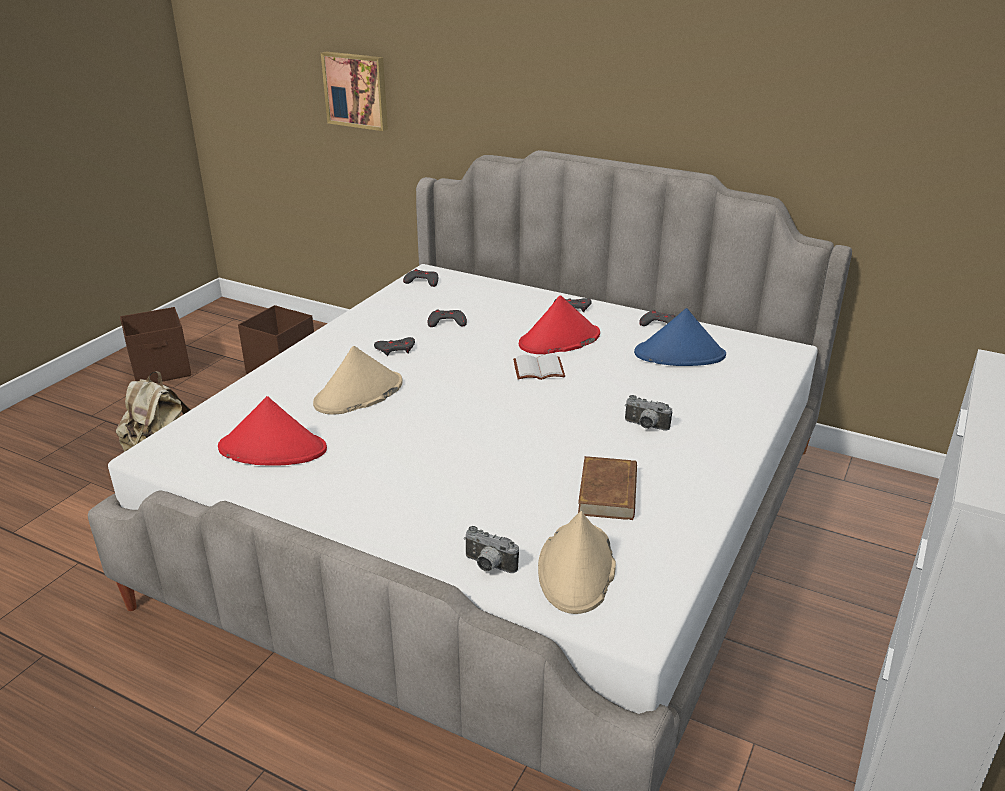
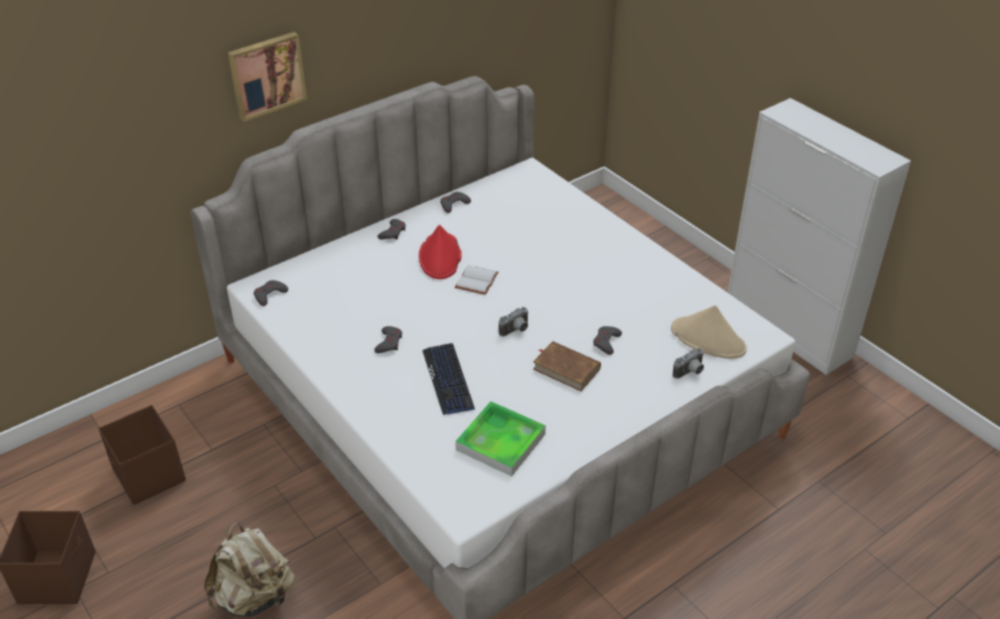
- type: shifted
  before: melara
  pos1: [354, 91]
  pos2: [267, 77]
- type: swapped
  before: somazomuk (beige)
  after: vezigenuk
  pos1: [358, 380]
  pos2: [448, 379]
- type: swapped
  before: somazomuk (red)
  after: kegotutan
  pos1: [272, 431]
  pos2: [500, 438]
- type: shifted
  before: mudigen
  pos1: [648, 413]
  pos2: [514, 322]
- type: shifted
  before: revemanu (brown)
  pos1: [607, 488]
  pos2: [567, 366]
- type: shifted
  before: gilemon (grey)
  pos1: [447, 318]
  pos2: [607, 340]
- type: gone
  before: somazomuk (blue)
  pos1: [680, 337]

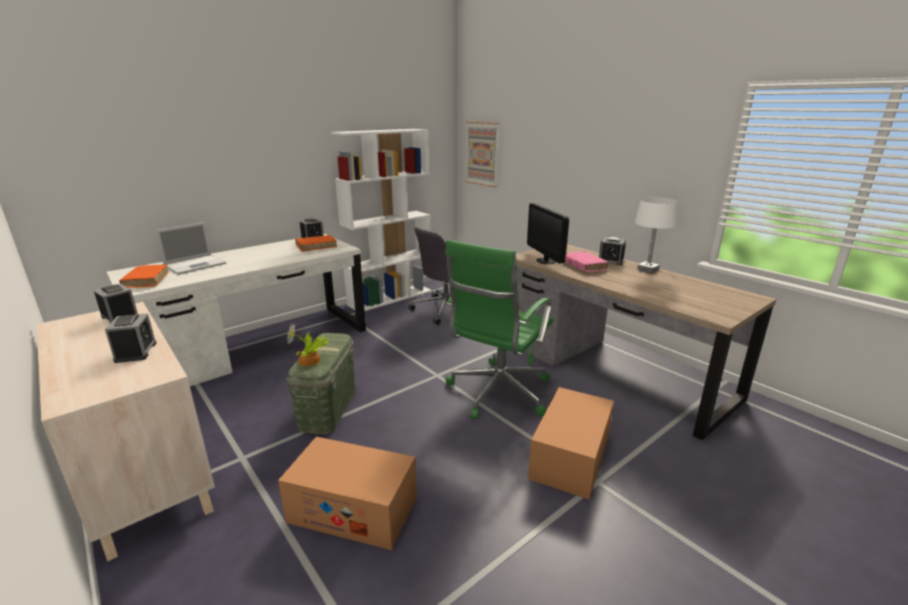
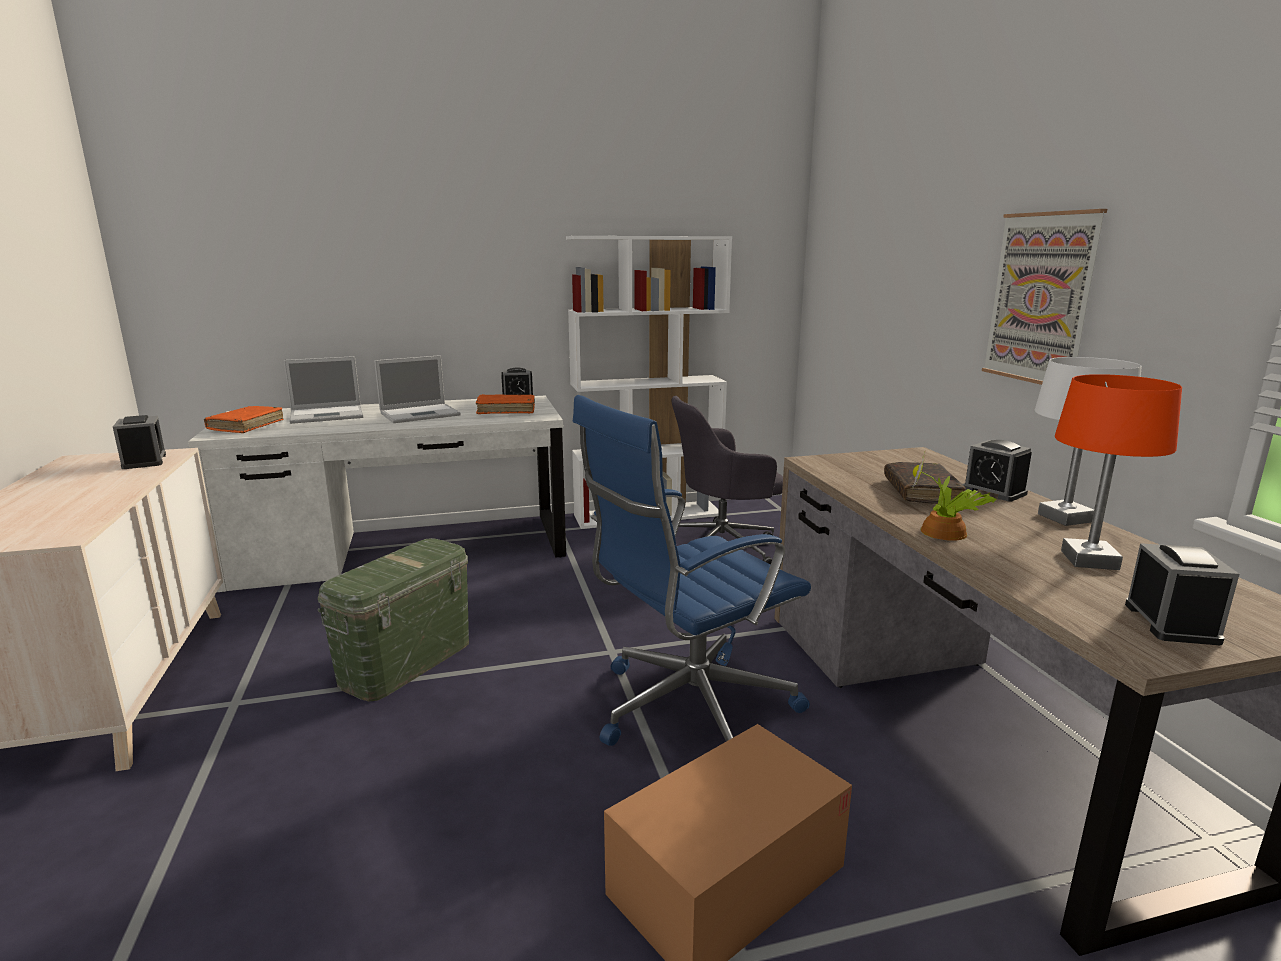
- type: new
  after: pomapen
  pos2: [417, 389]
- type: repainted
  before: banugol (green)
  after: banugol (blue)
  pos1: [499, 329]
  pos2: [692, 570]
- type: repainted
  before: revemanu (pink)
  after: revemanu (brown)
  pos1: [586, 261]
  pos2: [925, 483]
- type: shifted
  before: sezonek
  pos1: [308, 344]
  pos2: [954, 497]
- type: shifted
  before: melara
  pos1: [482, 154]
  pos2: [1044, 297]
- type: new
  after: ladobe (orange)
  pos2: [1118, 472]
- type: shifted
  before: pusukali
  pos1: [130, 338]
  pos2: [1182, 594]
- type: gone
  before: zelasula
  pos1: [347, 493]
- type: gone
  before: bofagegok
  pos1: [548, 233]

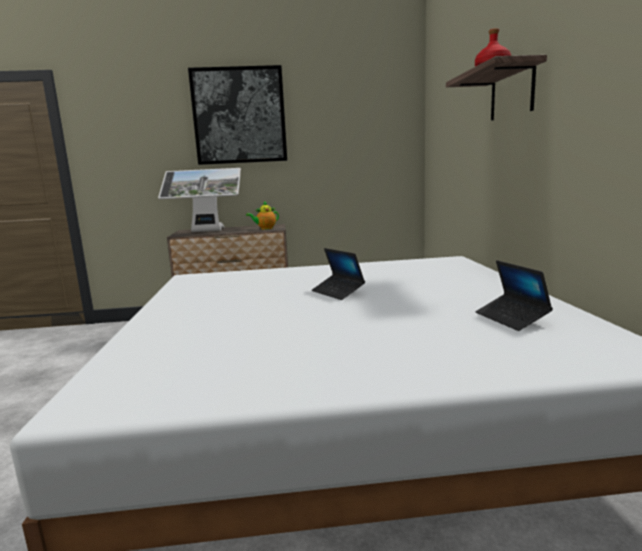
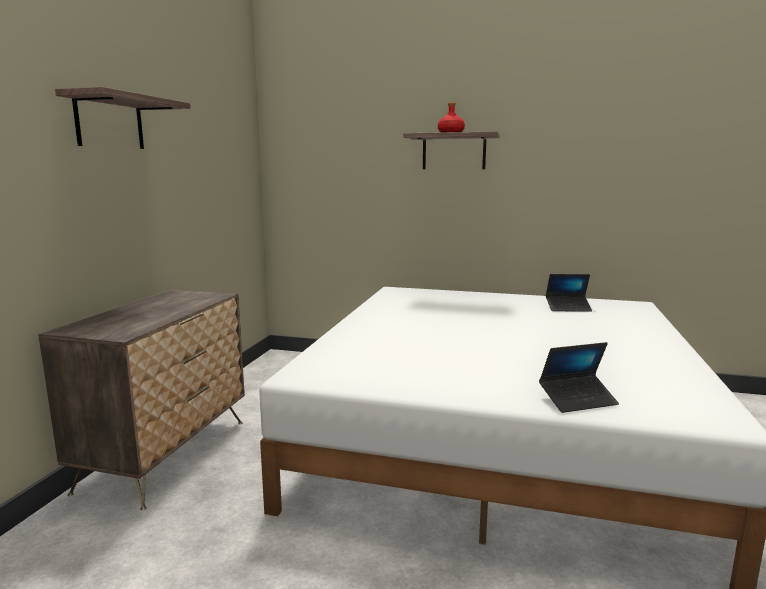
- type: swapped
  before: melara
  after: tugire
  pos1: [237, 115]
  pos2: [123, 118]
- type: shifted
  before: pomapen
  pos1: [338, 274]
  pos2: [579, 377]
- type: gone
  before: bofagegok
  pos1: [199, 200]
- type: gone
  before: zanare
  pos1: [262, 215]

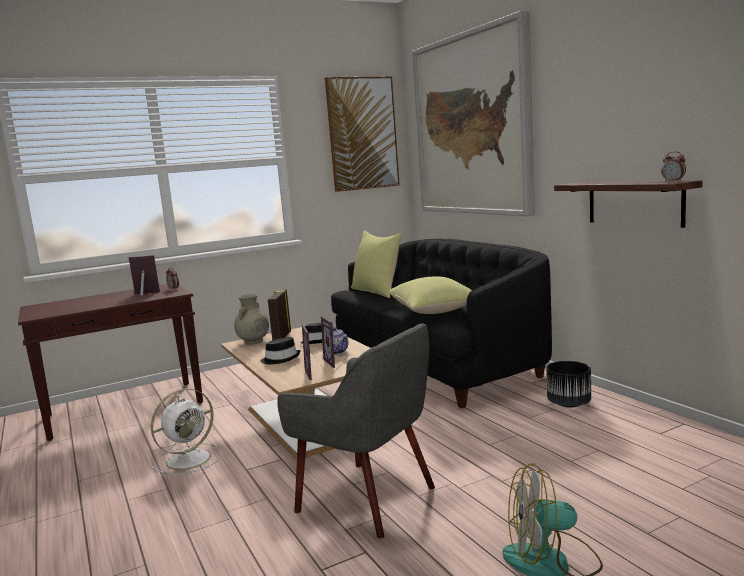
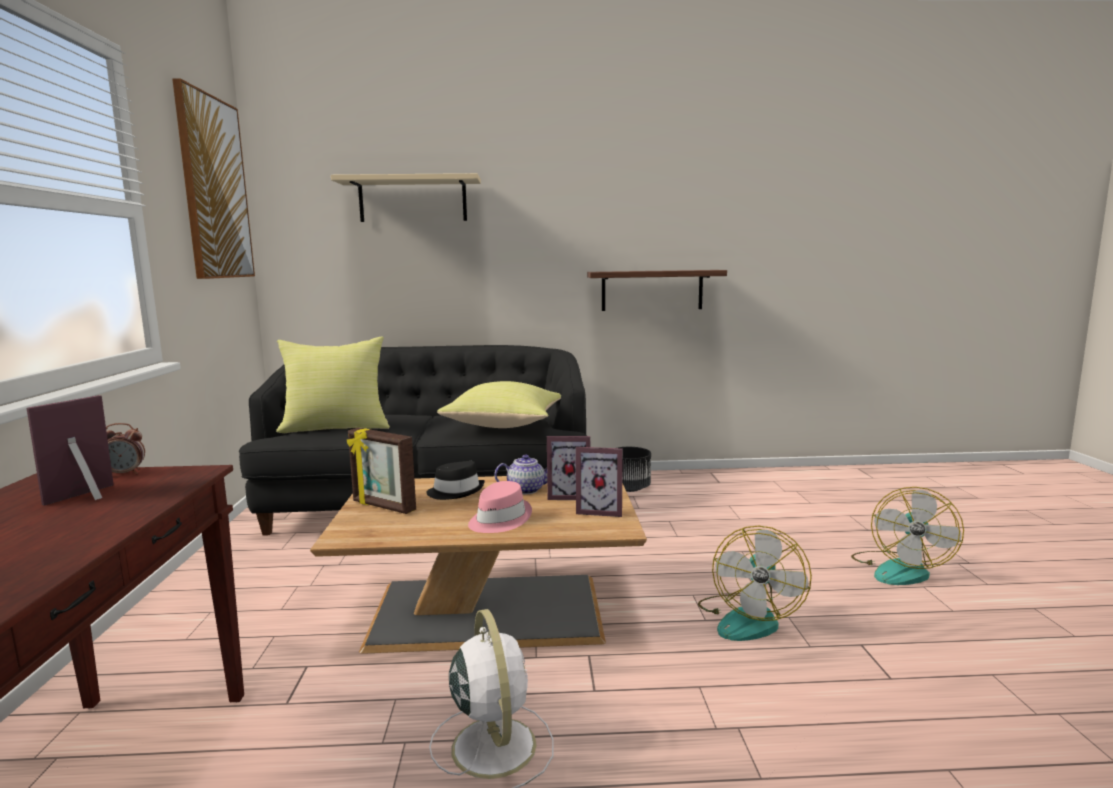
- type: swapped
  before: melara
  after: tugire (beige)
  pos1: [473, 113]
  pos2: [406, 197]
- type: repainted
  before: somazomuk (black)
  after: somazomuk (pink)
  pos1: [280, 351]
  pos2: [500, 507]
- type: swapped
  before: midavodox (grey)
  after: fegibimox
  pos1: [356, 430]
  pos2: [755, 583]
- type: gone
  before: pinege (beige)
  pos1: [251, 319]
- type: gone
  before: pusukali
  pos1: [673, 167]

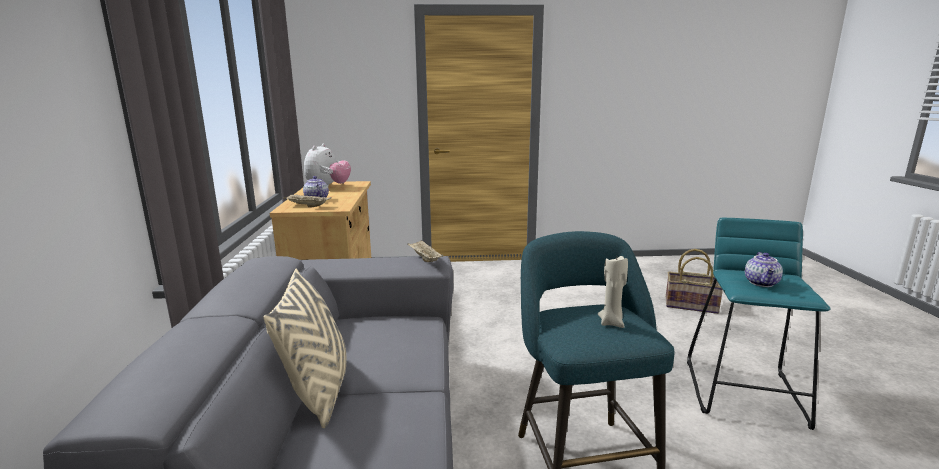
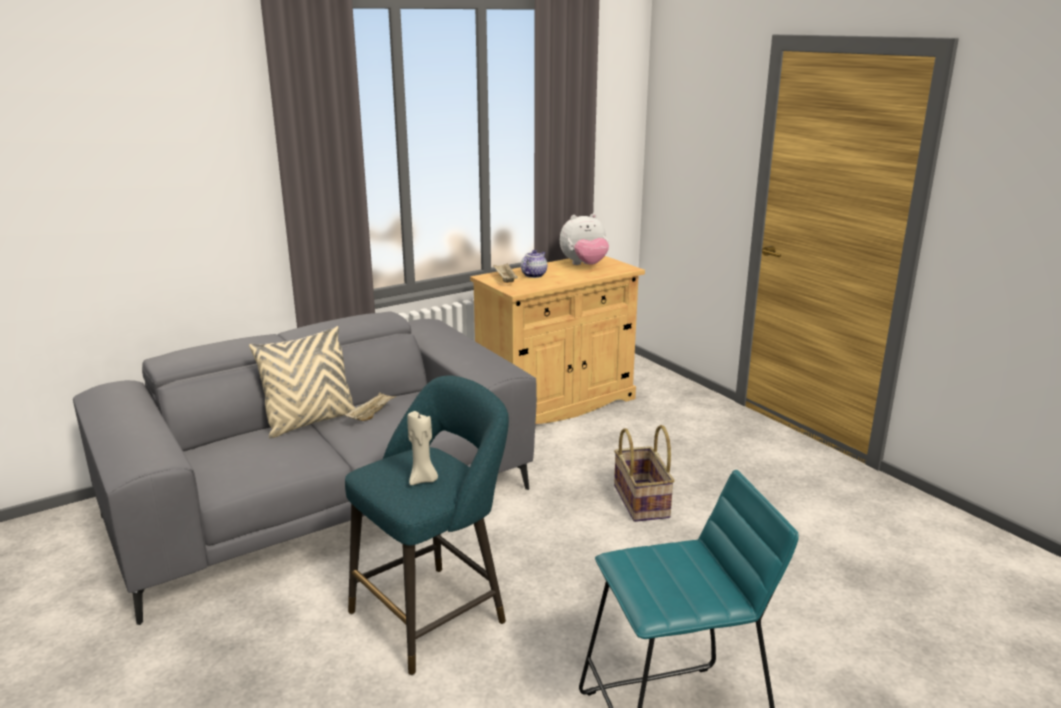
- type: shifted
  before: kegotutan (beige)
  pos1: [425, 251]
  pos2: [370, 406]
- type: shifted
  before: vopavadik
  pos1: [694, 281]
  pos2: [644, 473]
- type: gone
  before: zanare
  pos1: [764, 269]

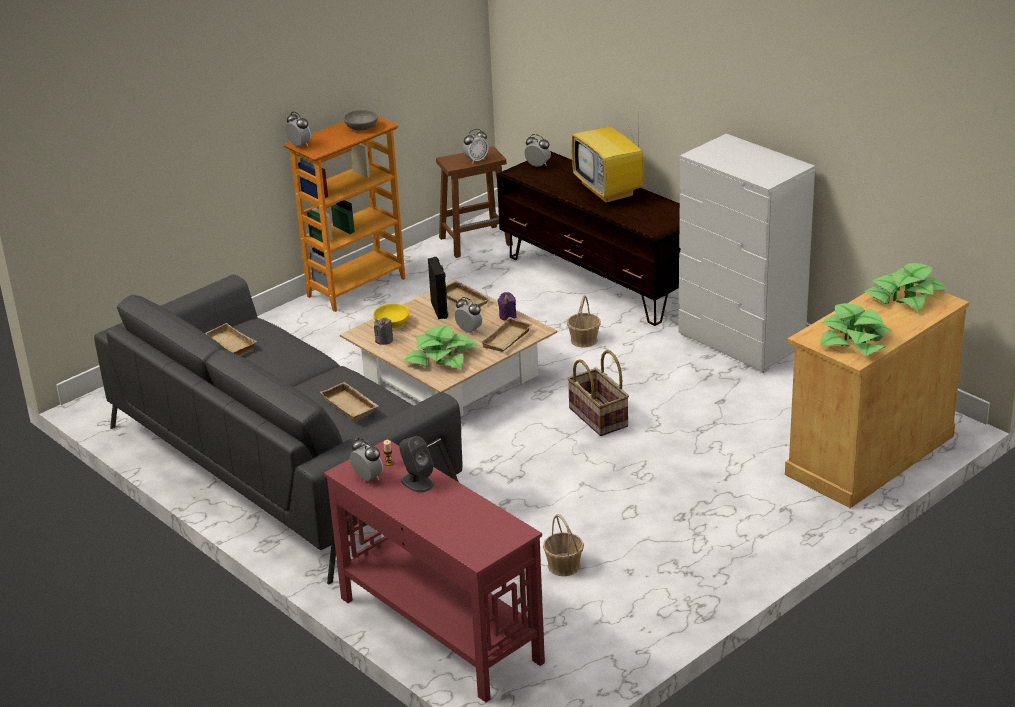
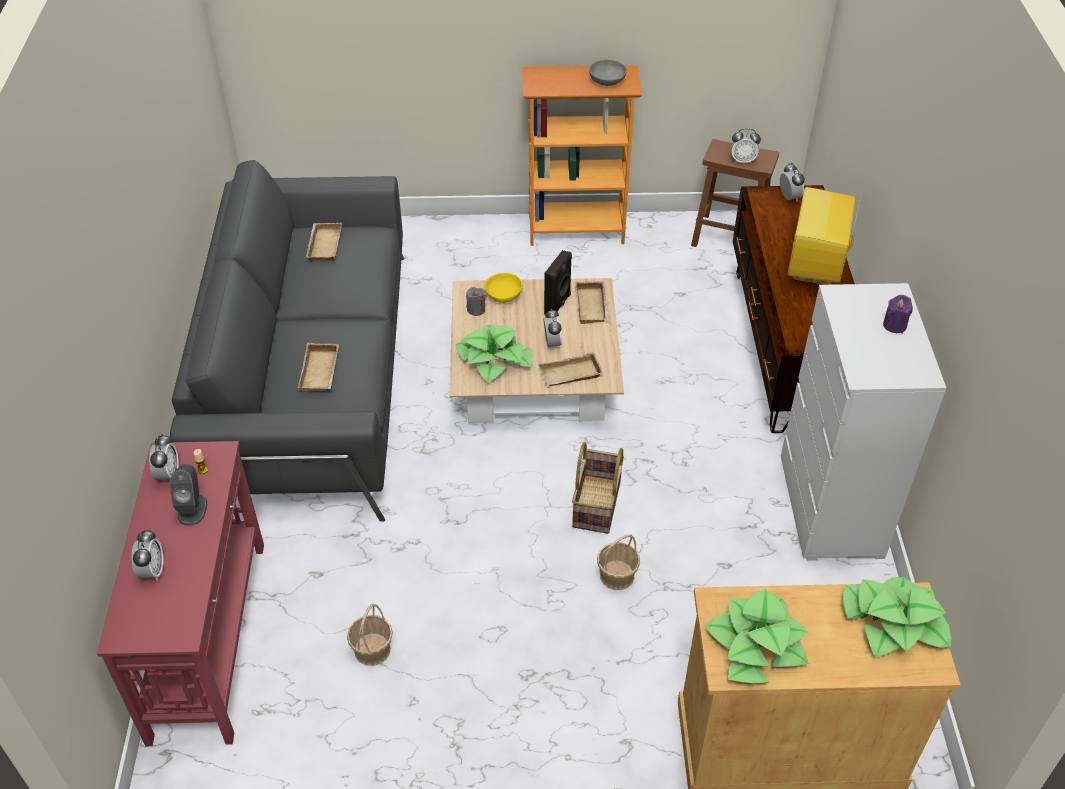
- type: shifted
  before: pusukali
  pos1: [298, 129]
  pos2: [147, 555]
- type: shifted
  before: vopavadik
  pos1: [584, 321]
  pos2: [618, 562]
- type: shifted
  before: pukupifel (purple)
  pos1: [507, 306]
  pos2: [898, 314]

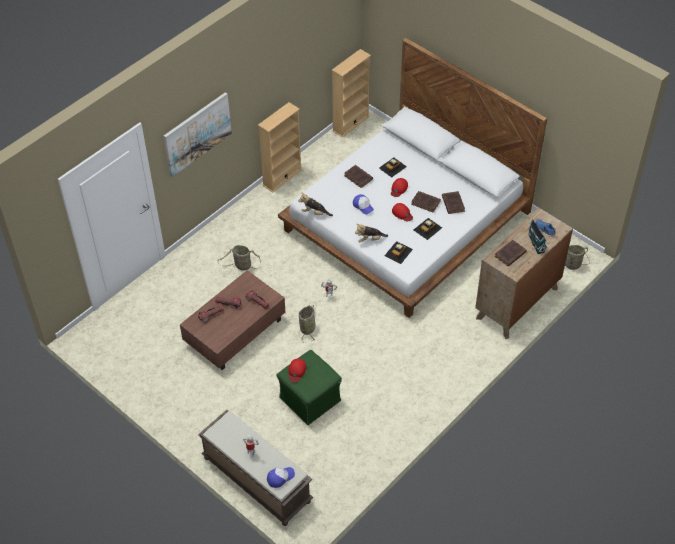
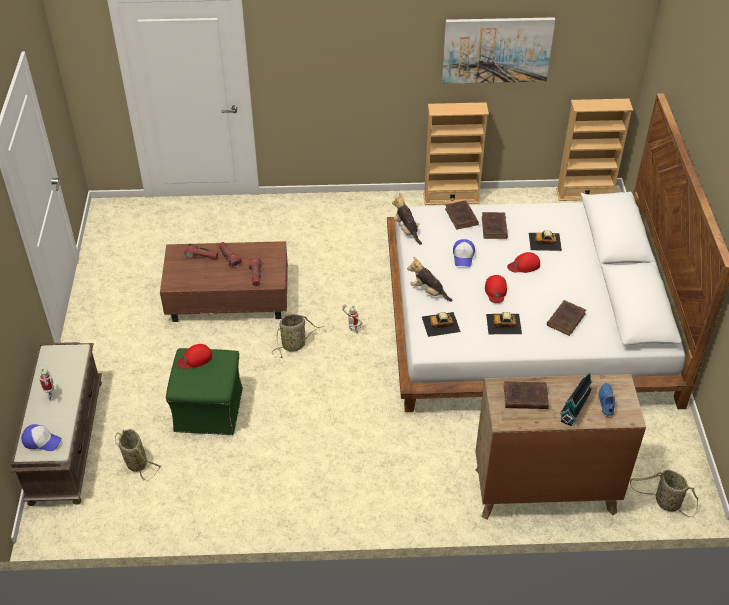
- type: shifted
  before: vopavadik
  pos1: [239, 257]
  pos2: [138, 454]
- type: shifted
  before: melara
  pos1: [198, 134]
  pos2: [498, 50]
- type: shifted
  before: revemanu (brown)
  pos1: [426, 202]
  pos2: [462, 215]

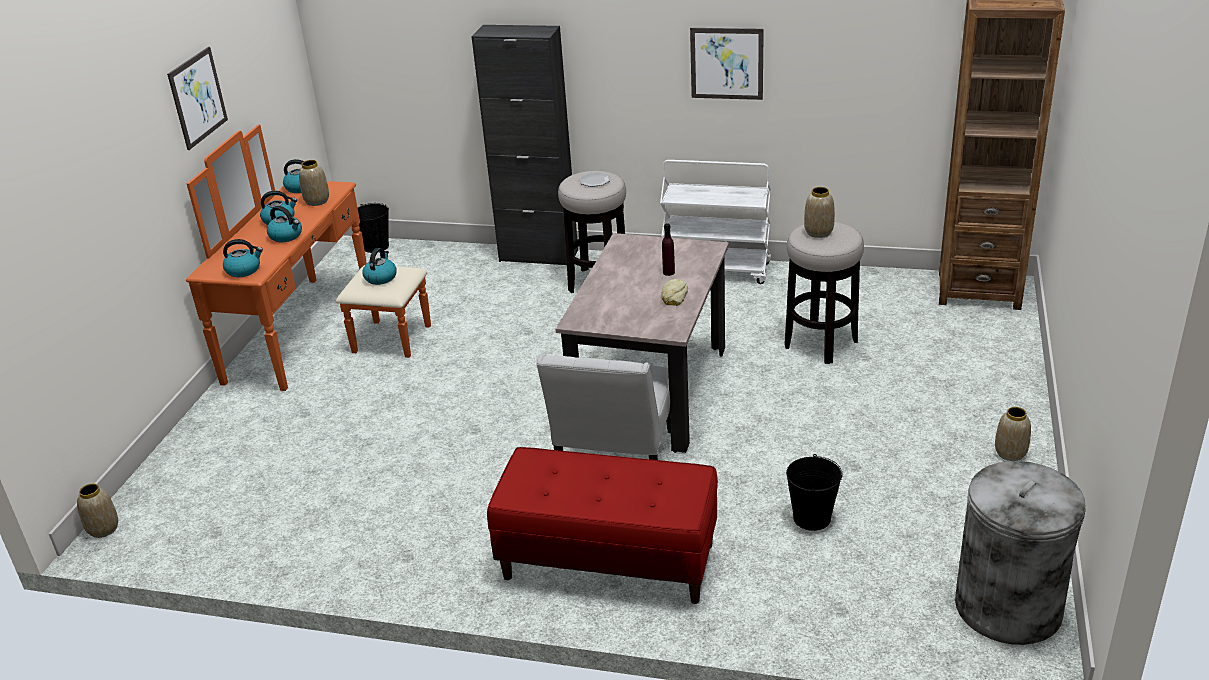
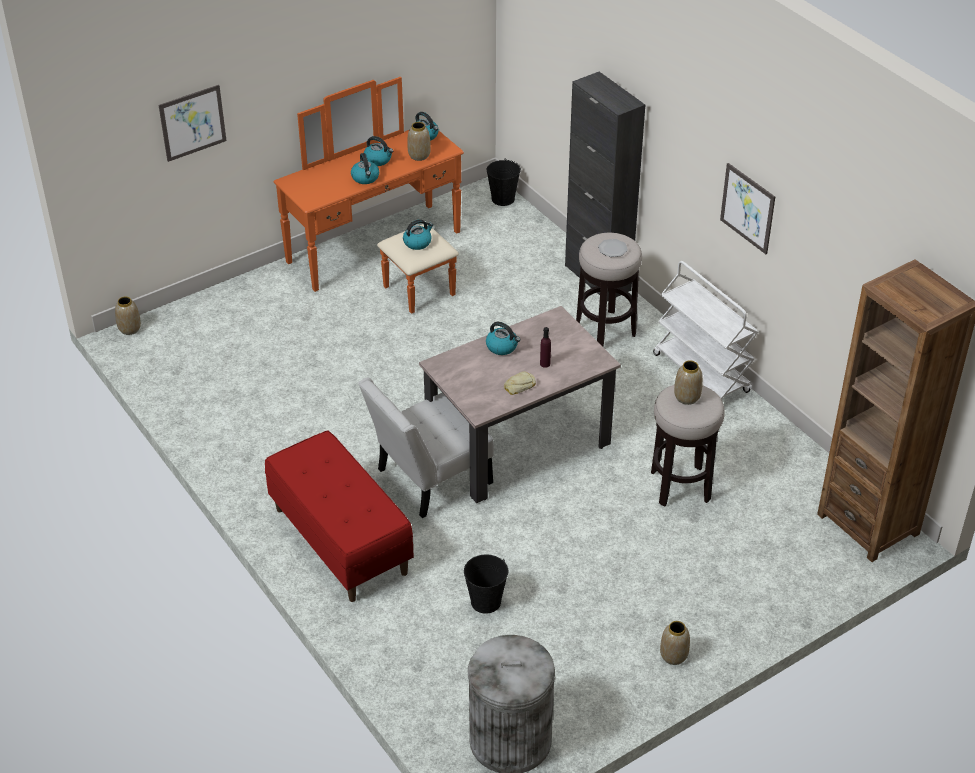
- type: shifted
  before: melara
  pos1: [197, 98]
  pos2: [193, 123]
- type: shifted
  before: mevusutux
  pos1: [243, 258]
  pos2: [503, 338]

